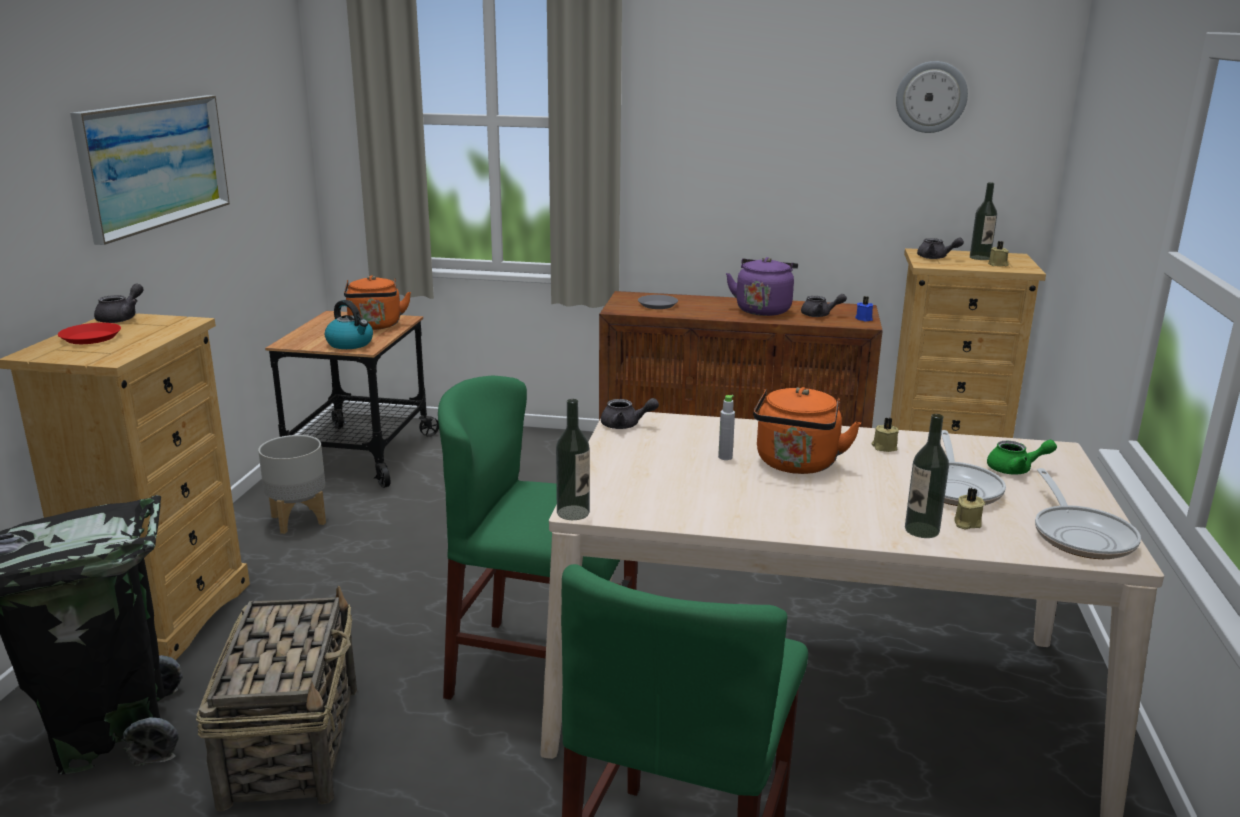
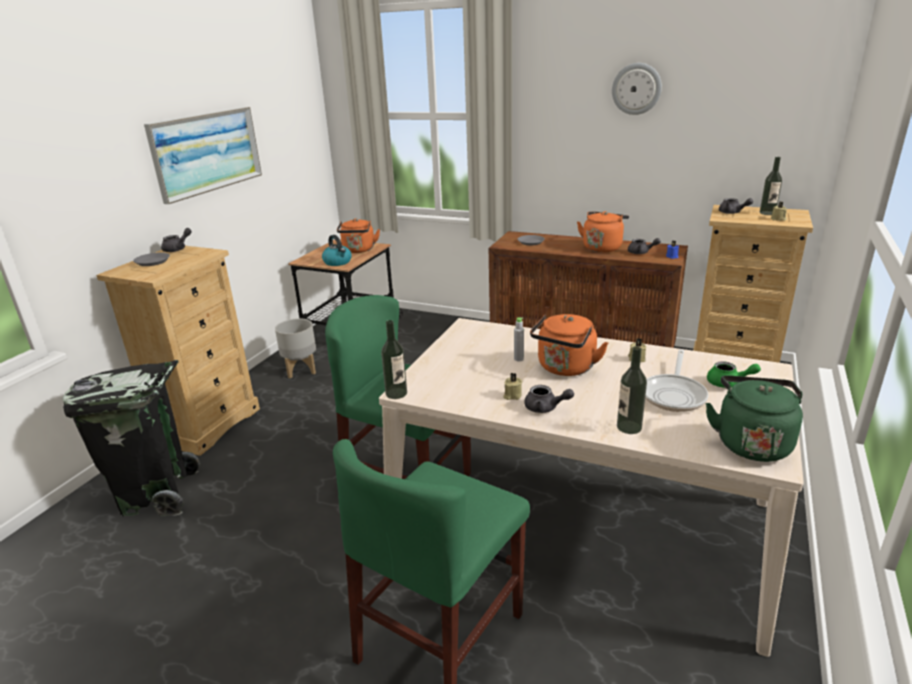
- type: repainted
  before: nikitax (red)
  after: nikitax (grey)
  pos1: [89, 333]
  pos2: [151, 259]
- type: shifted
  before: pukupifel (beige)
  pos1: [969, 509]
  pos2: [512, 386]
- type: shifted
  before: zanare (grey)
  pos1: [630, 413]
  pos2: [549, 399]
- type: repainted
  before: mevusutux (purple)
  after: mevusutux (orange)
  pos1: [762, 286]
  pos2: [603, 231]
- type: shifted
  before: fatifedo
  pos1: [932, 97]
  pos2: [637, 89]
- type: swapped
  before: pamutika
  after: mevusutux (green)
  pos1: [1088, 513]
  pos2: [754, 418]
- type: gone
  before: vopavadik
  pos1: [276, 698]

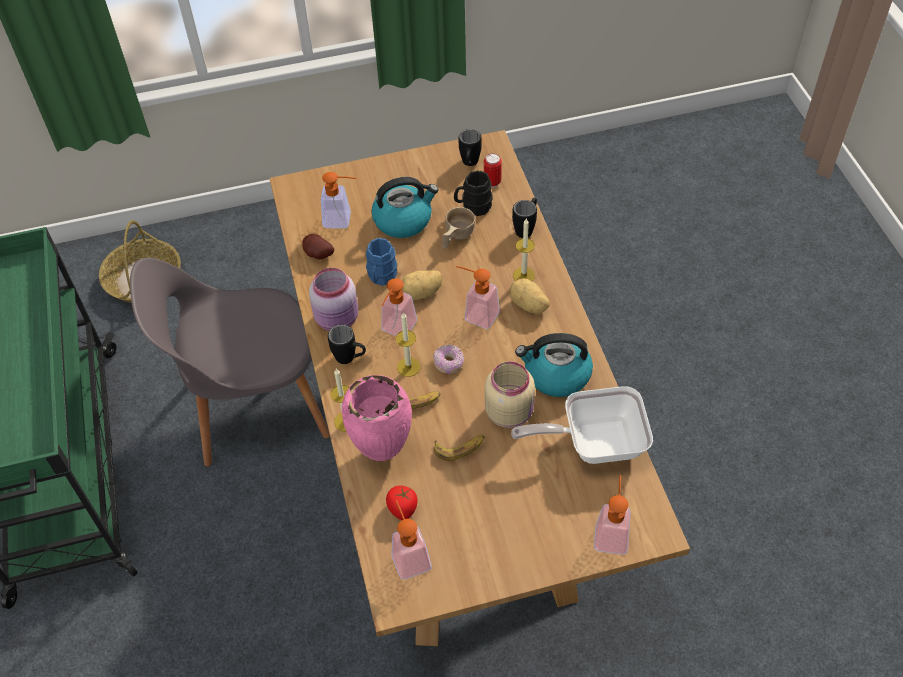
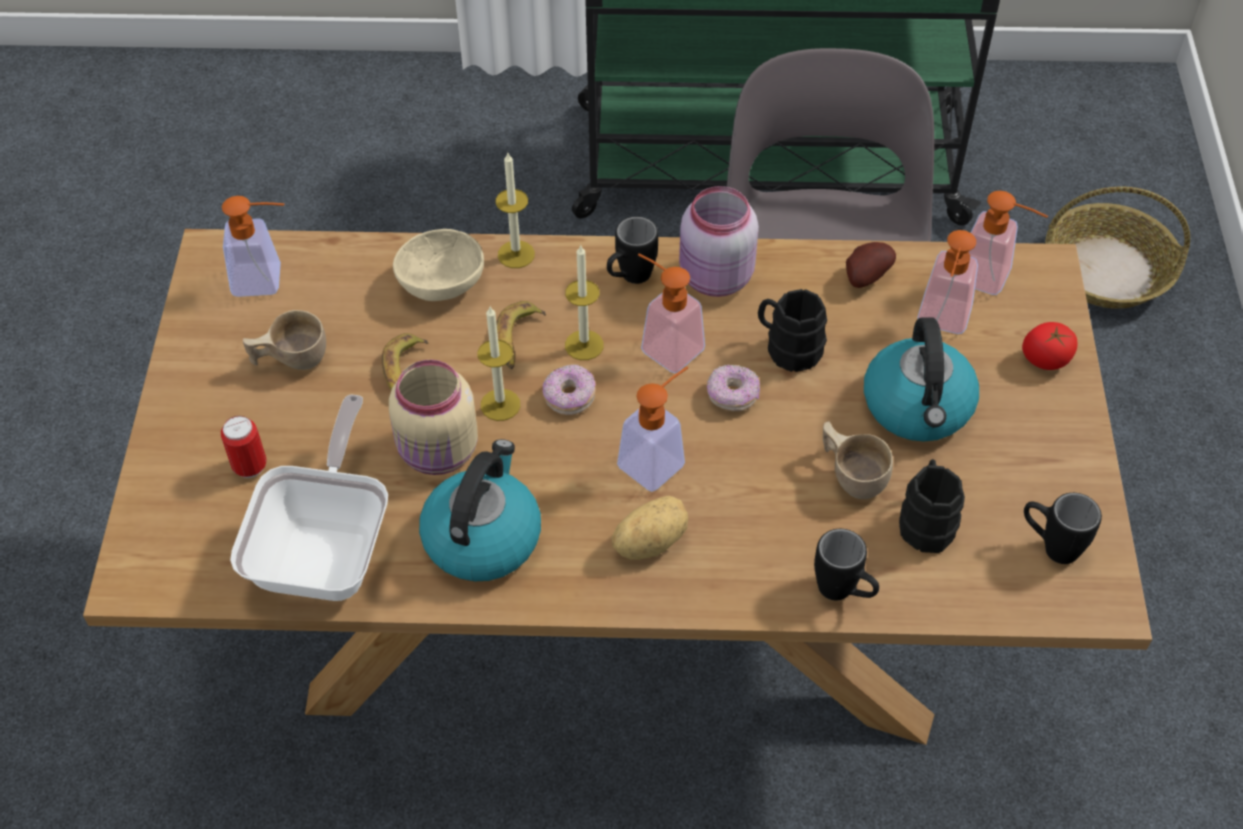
- type: shifted
  before: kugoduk
  pos1: [493, 171]
  pos2: [243, 447]
- type: new
  after: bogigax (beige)
  pos2: [284, 340]
- type: swapped
  before: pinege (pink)
  after: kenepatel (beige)
  pos1: [377, 418]
  pos2: [438, 265]
- type: shifted
  before: pukupifel
  pos1: [524, 250]
  pos2: [498, 364]
- type: swapped
  before: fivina
  after: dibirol
  pos1: [422, 285]
  pos2: [733, 388]
- type: repainted
  before: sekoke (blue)
  after: sekoke (black)
  pos1: [381, 262]
  pos2: [792, 330]
- type: shifted
  before: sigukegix
  pos1: [612, 515]
  pos2: [1008, 243]
- type: shifted
  before: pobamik
  pos1: [402, 503]
  pos2: [1049, 346]

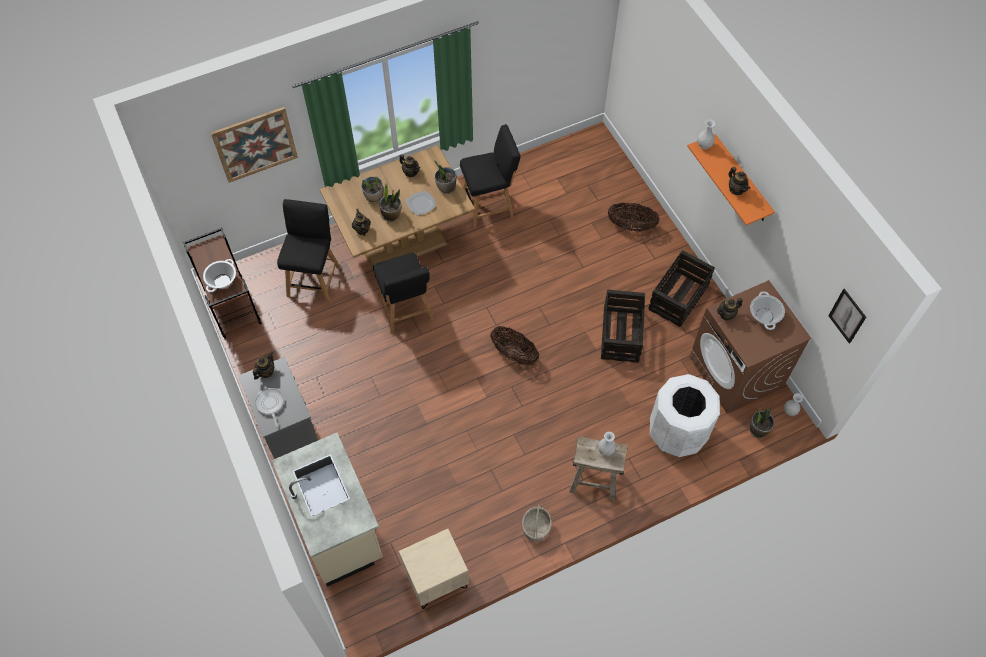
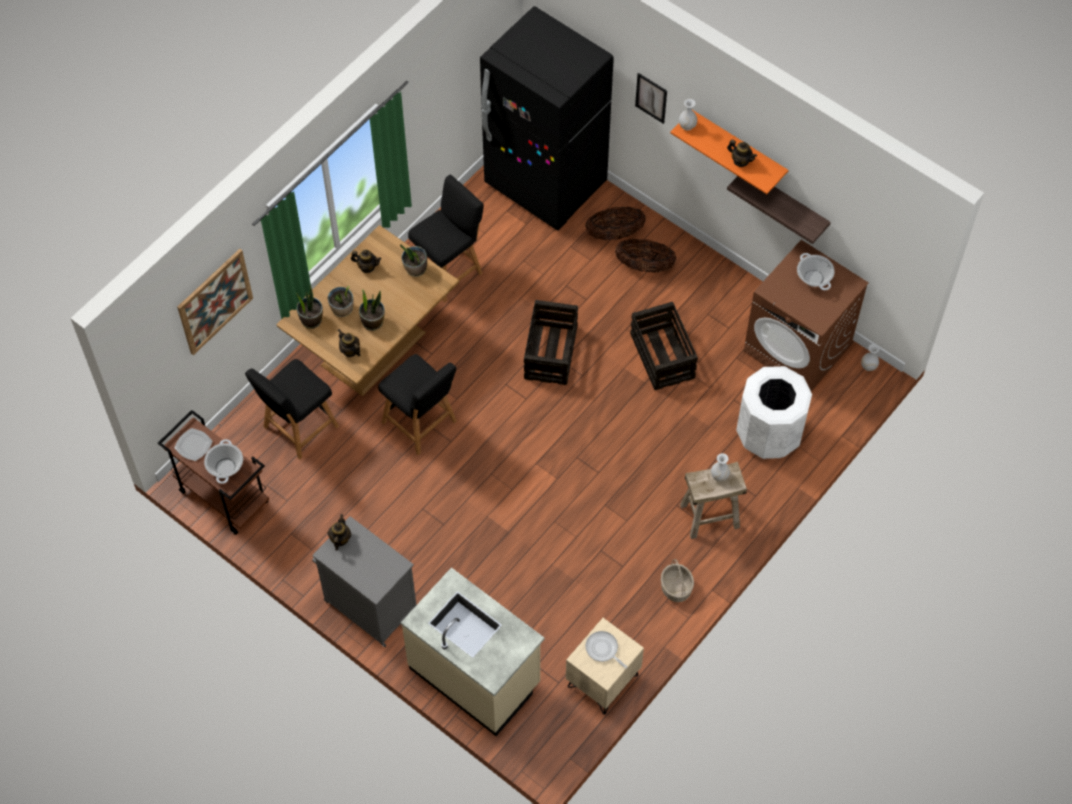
- type: shifted
  before: nikitax
  pos1: [421, 203]
  pos2: [193, 444]
- type: rotated
  before: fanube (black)
  pos1: [308, 251]
  pos2: [292, 409]
  turn: -120
- type: shifted
  before: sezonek
  pos1: [761, 421]
  pos2: [309, 307]
- type: new
  after: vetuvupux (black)
  pos2: [547, 118]
- type: shifted
  before: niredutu
  pos1: [681, 288]
  pos2: [551, 342]
- type: shifted
  before: pamutika
  pos1: [269, 407]
  pos2: [606, 650]
- type: shifted
  before: vopavadik
  pos1: [514, 346]
  pos2: [646, 256]
- type: shifted
  before: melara
  pos1: [847, 316]
  pos2: [651, 98]
- type: new
  after: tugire
  pos2: [779, 210]
- type: gone
  before: zanare
  pos1: [730, 309]

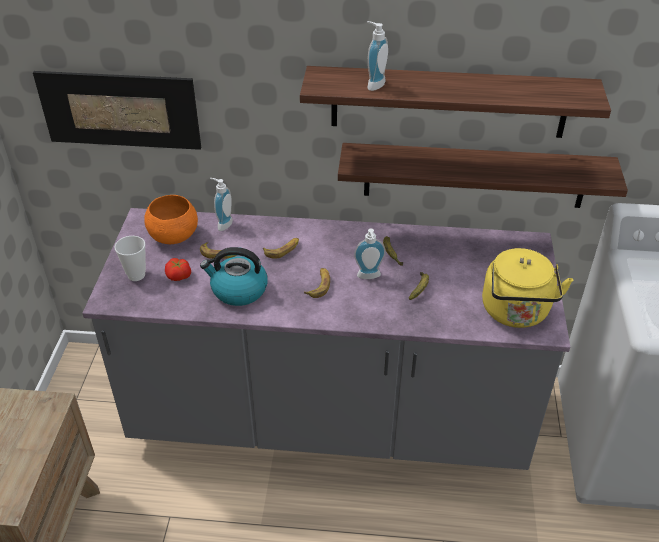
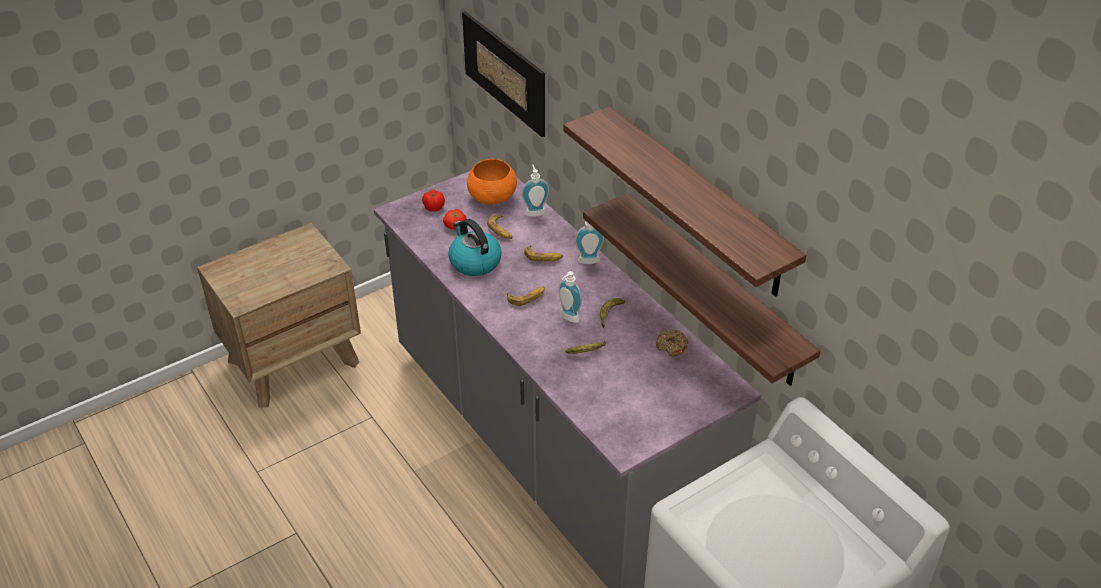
- type: swapped
  before: bogigax
  after: pobamik
  pos1: [130, 258]
  pos2: [433, 200]
- type: shifted
  before: sigukegix
  pos1: [377, 56]
  pos2: [589, 242]
- type: new
  after: dibirol
  pos2: [672, 342]
- type: gone
  before: mevusutux (yellow)
  pos1: [527, 288]

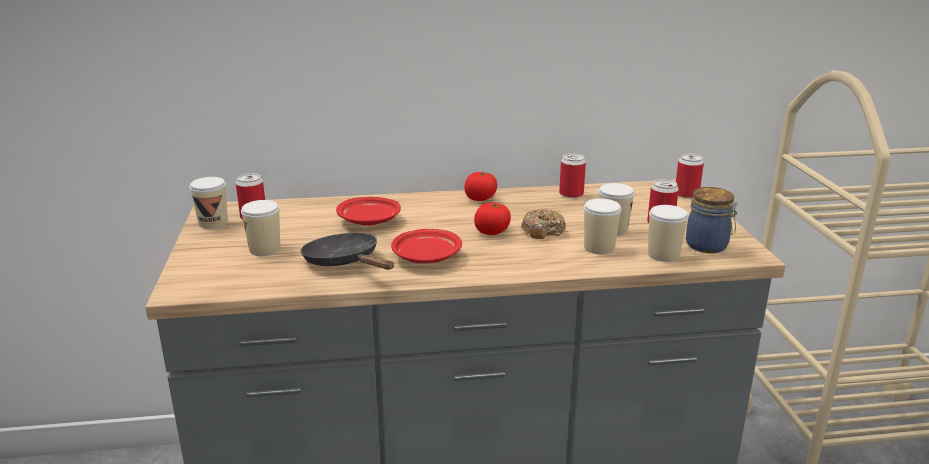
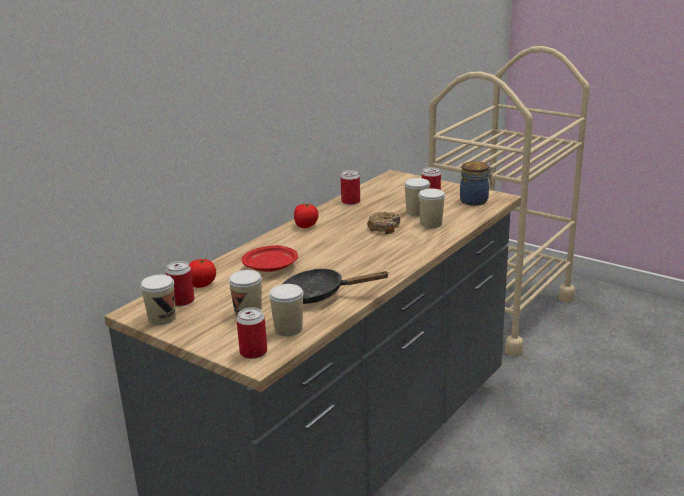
- type: shifted
  before: pobamik
  pos1: [492, 219]
  pos2: [202, 273]
- type: shifted
  before: kugoduk
  pos1: [690, 175]
  pos2: [251, 333]
- type: shifted
  before: bogigax
  pos1: [668, 233]
  pos2: [286, 310]
- type: gone
  before: nikitax (red)
  pos1: [426, 246]

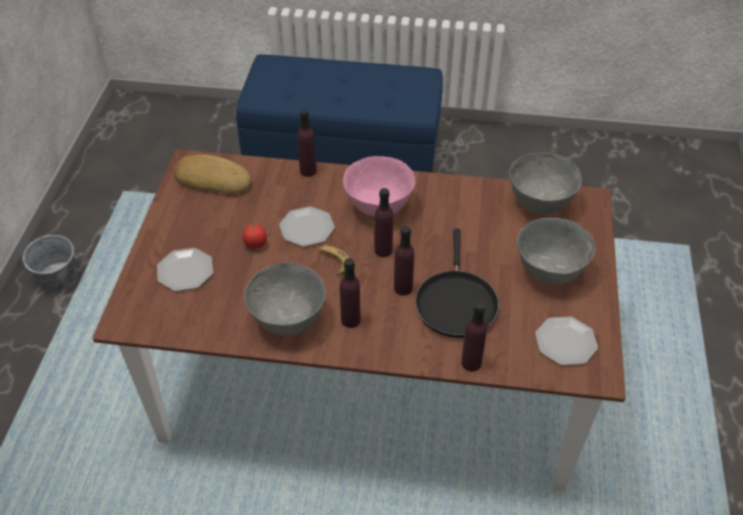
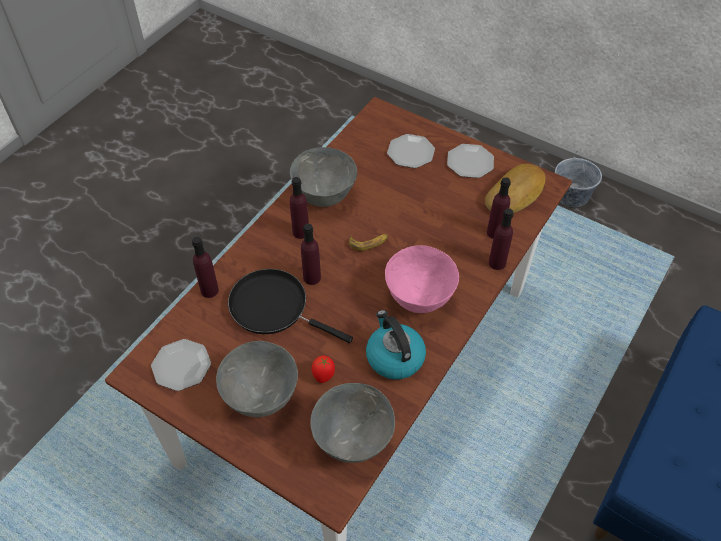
- type: shifted
  before: pobamik
  pos1: [254, 235]
  pos2: [323, 369]
- type: new
  after: mevusutux
  pos2: [396, 345]
- type: shifted
  before: nikitax
  pos1: [307, 226]
  pos2: [470, 161]
- type: shifted
  before: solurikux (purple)
  pos1: [383, 222]
  pos2: [499, 208]

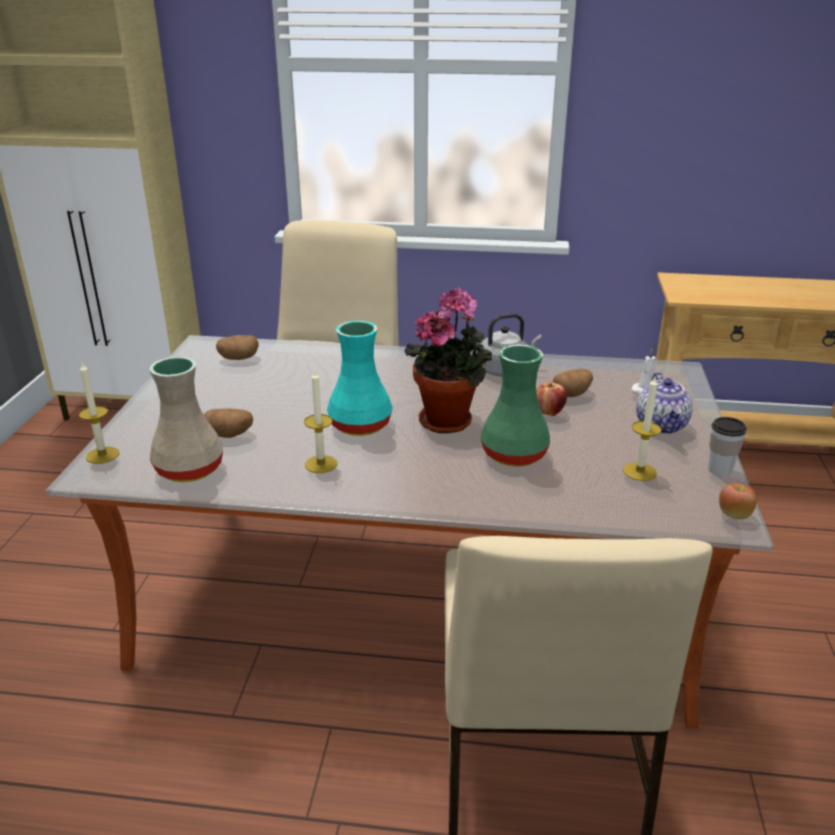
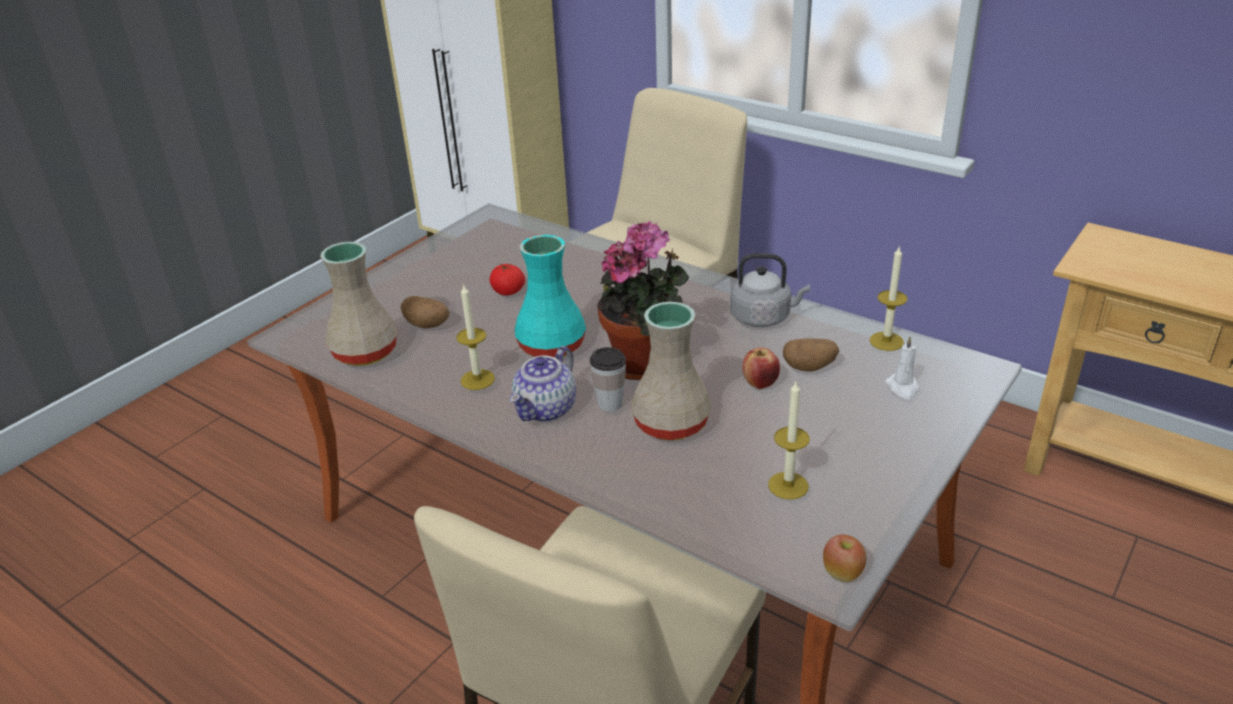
- type: new
  after: pobamik
  pos2: [507, 280]
- type: shifted
  before: zanare
  pos1: [664, 403]
  pos2: [543, 384]
- type: shifted
  before: bogigax
  pos1: [727, 447]
  pos2: [608, 379]
- type: repainted
  before: pinege (green)
  after: pinege (beige)
  pos1: [515, 405]
  pos2: [671, 371]
- type: shifted
  before: pukupifel
  pos1: [98, 413]
  pos2: [889, 298]
- type: gone
  before: fivina
  pos1: [237, 347]

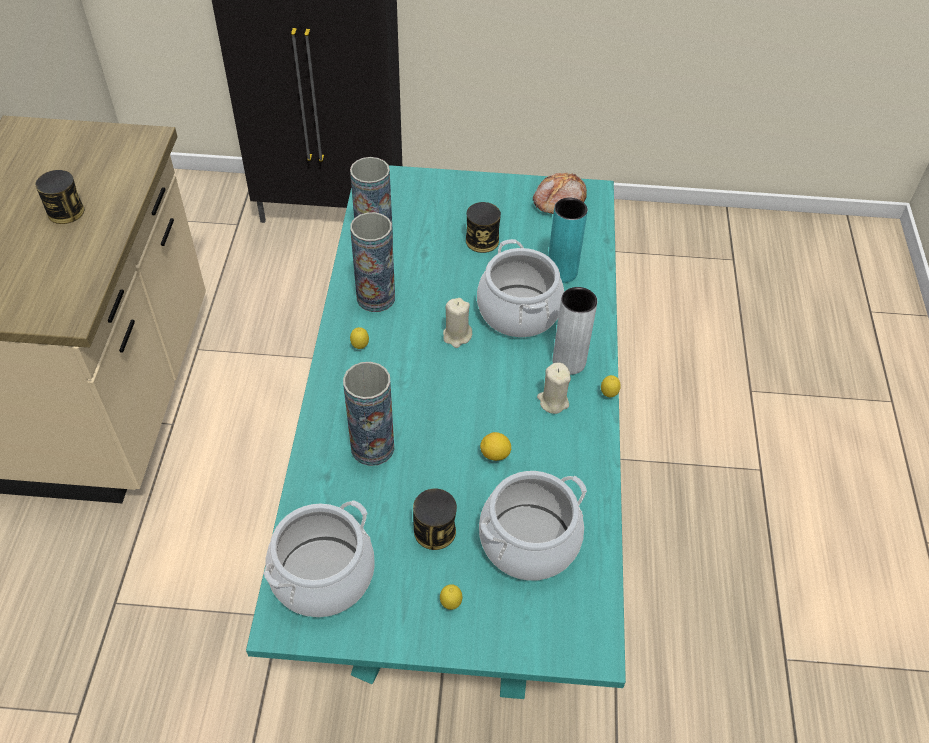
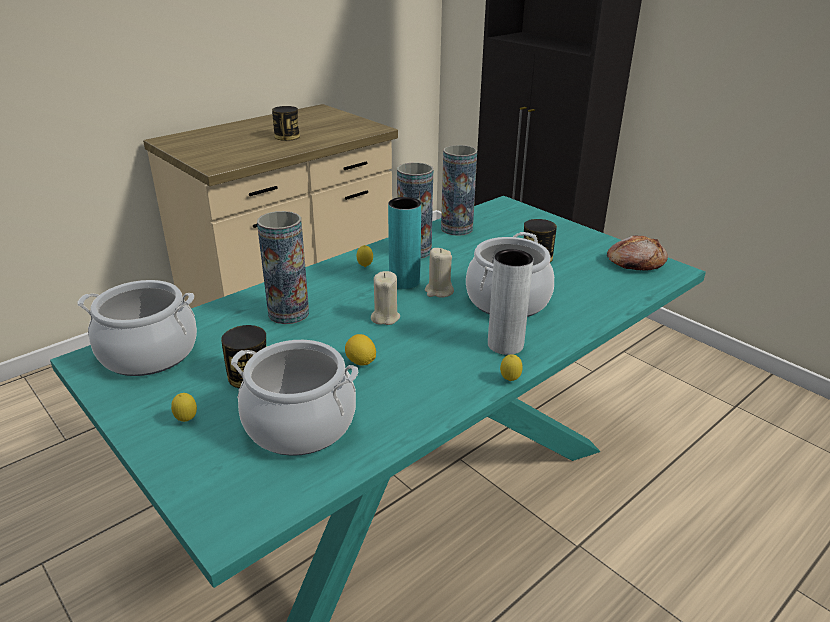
- type: shifted
  before: pukupifel (beige)
  pos1: [554, 388]
  pos2: [385, 298]
- type: shifted
  before: pinege (turquoise)
  pos1: [568, 240]
  pos2: [404, 243]

